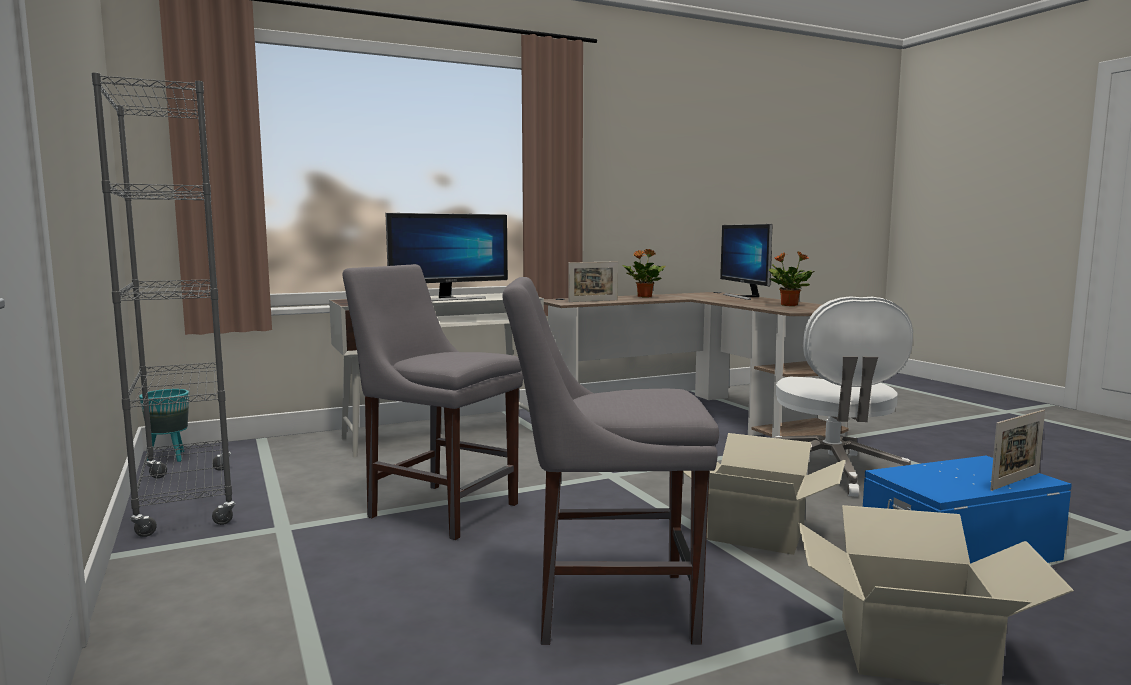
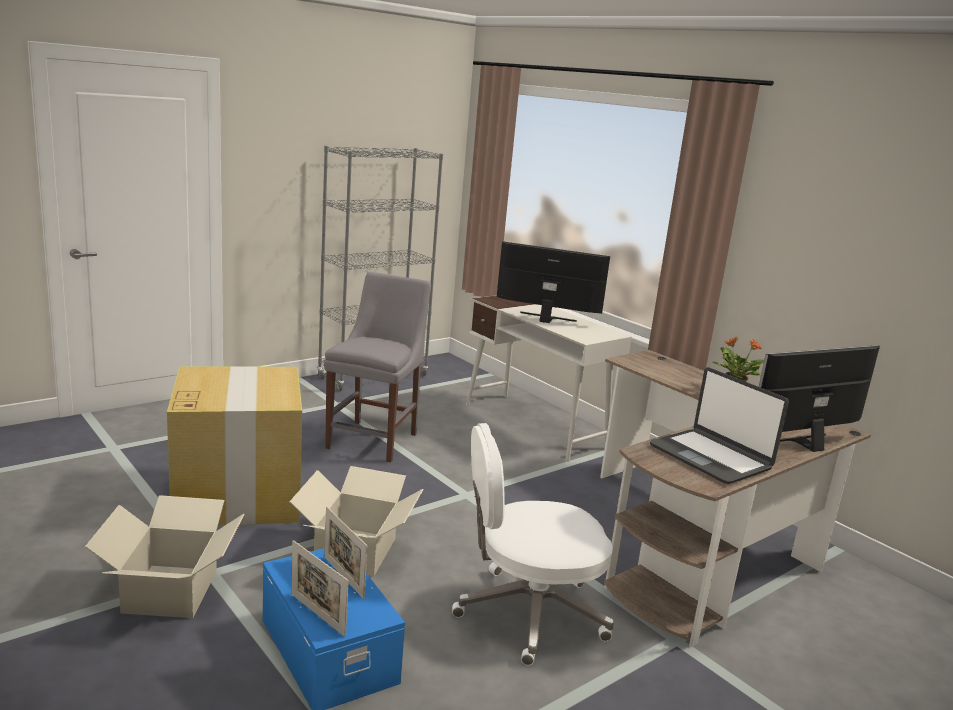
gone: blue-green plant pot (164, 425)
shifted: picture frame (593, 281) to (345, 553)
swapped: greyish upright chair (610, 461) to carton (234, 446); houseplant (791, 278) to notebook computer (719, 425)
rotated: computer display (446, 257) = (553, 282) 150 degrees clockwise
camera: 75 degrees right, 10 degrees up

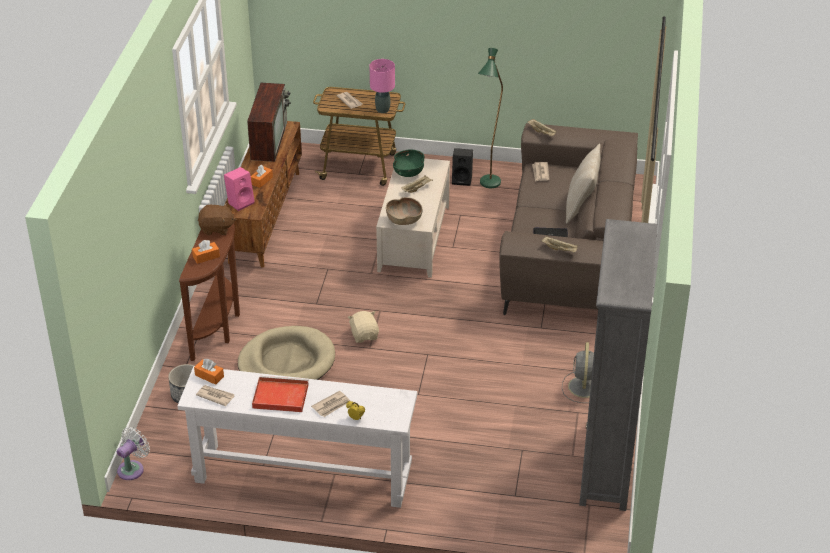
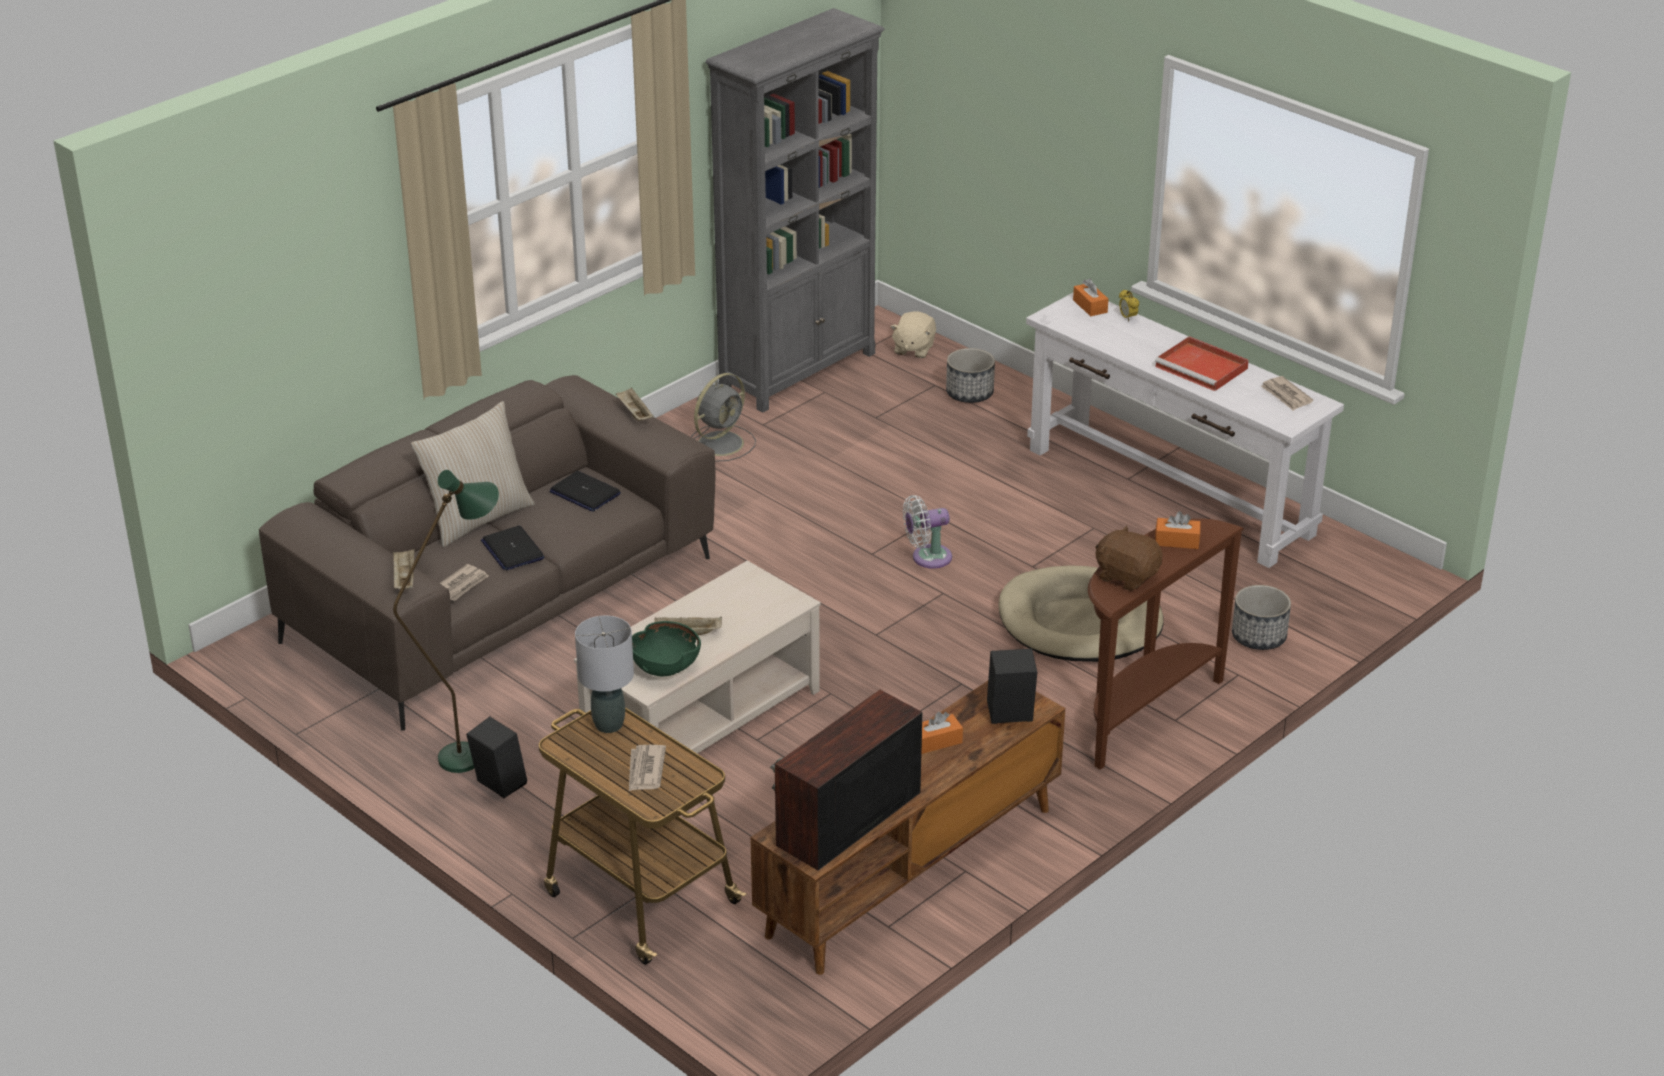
gone: printed paper (330, 404); brown-coloured serving bowl (404, 211)
new: notebook computer (513, 548); plant pot (970, 375)
shifted: whitish cooling fan (133, 453) to (927, 532); orangey box of tissues (209, 372) to (1090, 297); sand-coloured soft toy (363, 327) to (913, 335)
repainted: pink-coloured audio speaker (239, 189) to black audio speaker (1012, 686); pink-coloured table lamp (382, 86) to greyish table lamp (604, 674)
camera: 145 degrees left, 5 degrees down

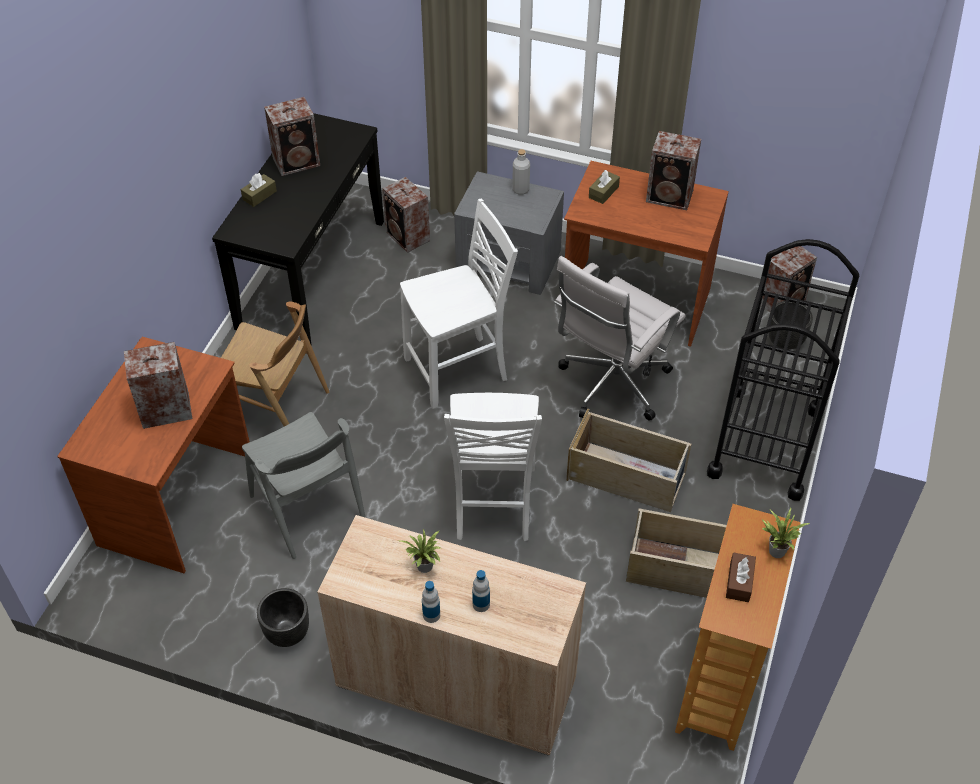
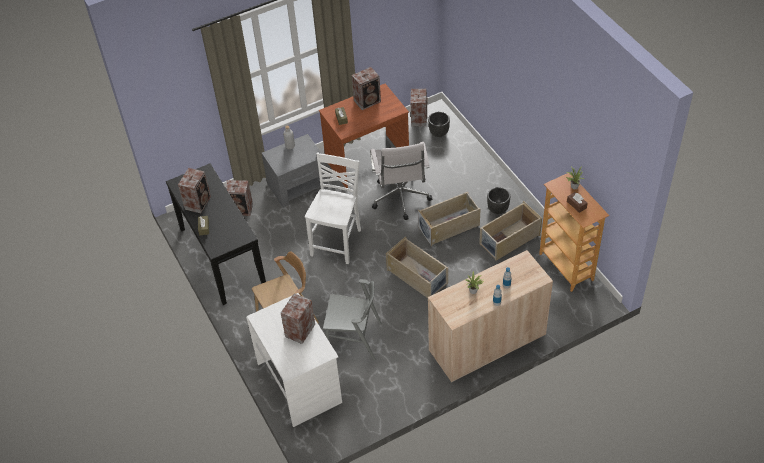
gone: black trolley (783, 370)
shifted: black plant pot (283, 617) to (498, 200)
swapped: whitish upright chair (493, 466) to sand-coloured storage container (417, 267)
repainted: brown-coloured desk table (153, 455) to whitish desk table (294, 360)
camera: 45 degrees left, 0 degrees up

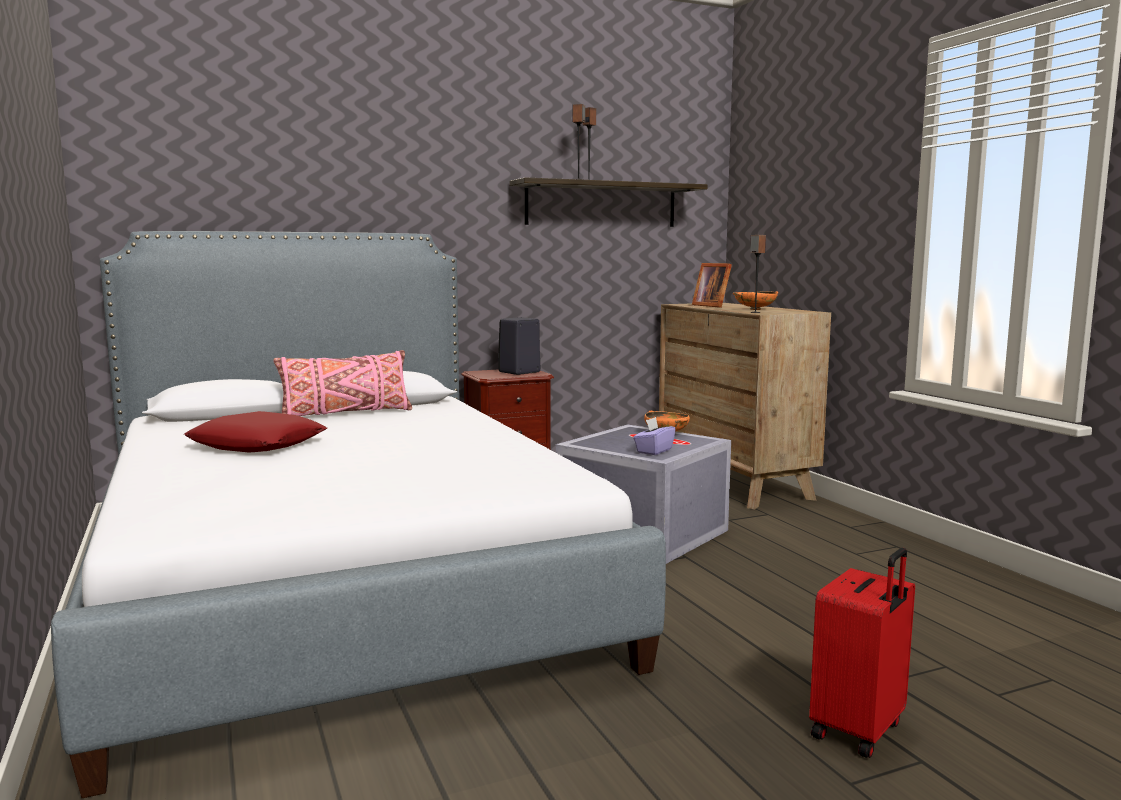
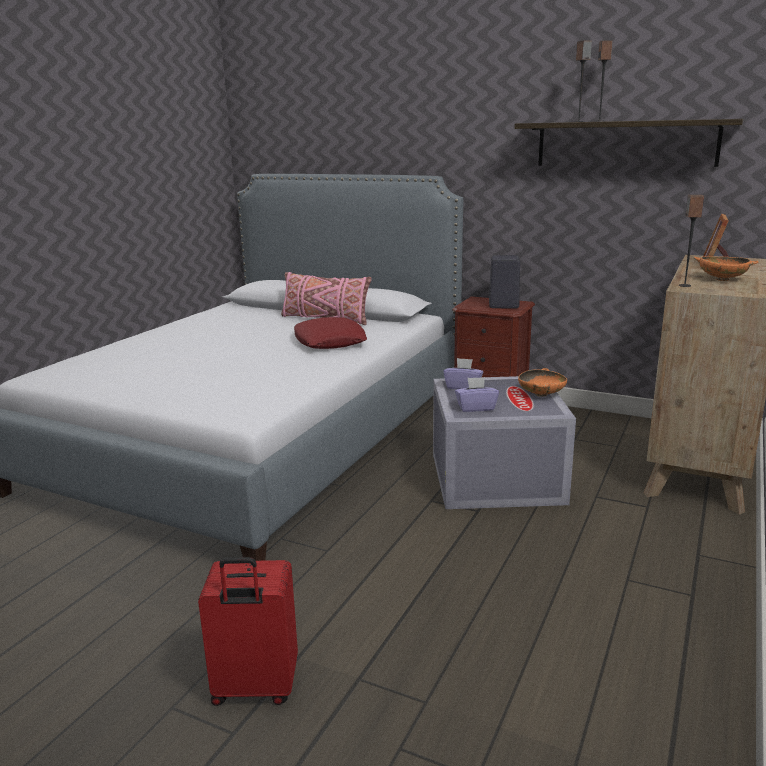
new: purplish box of tissues (463, 373)
shifted: red-coloured throw pillow (255, 432) to (330, 333)
camera: 50 degrees right, 10 degrees up

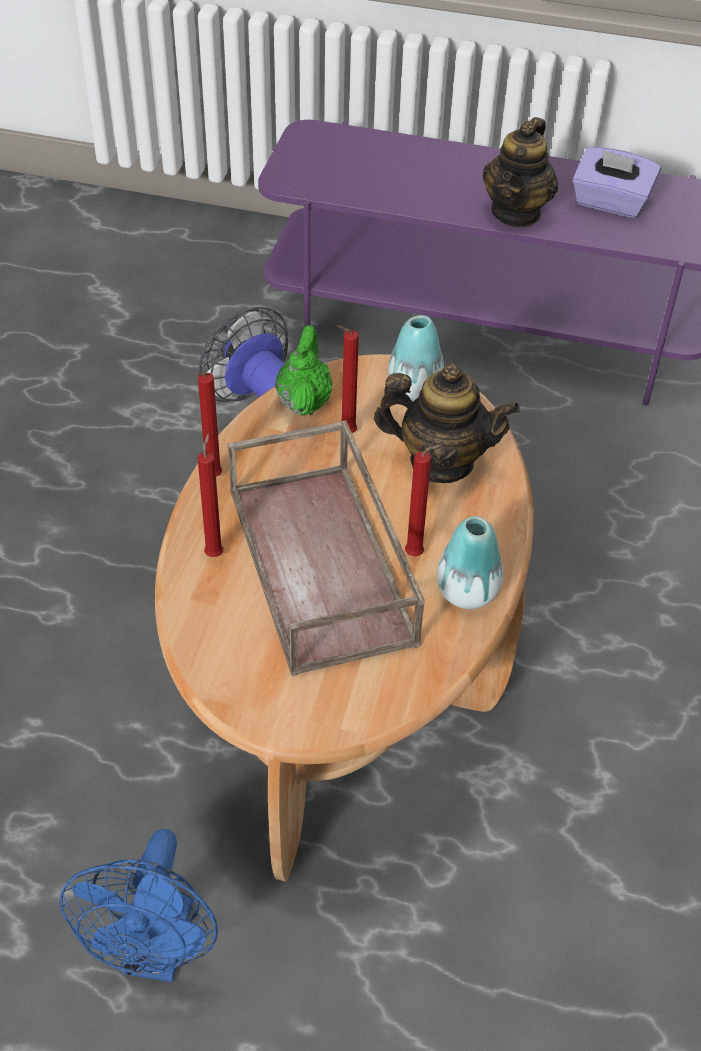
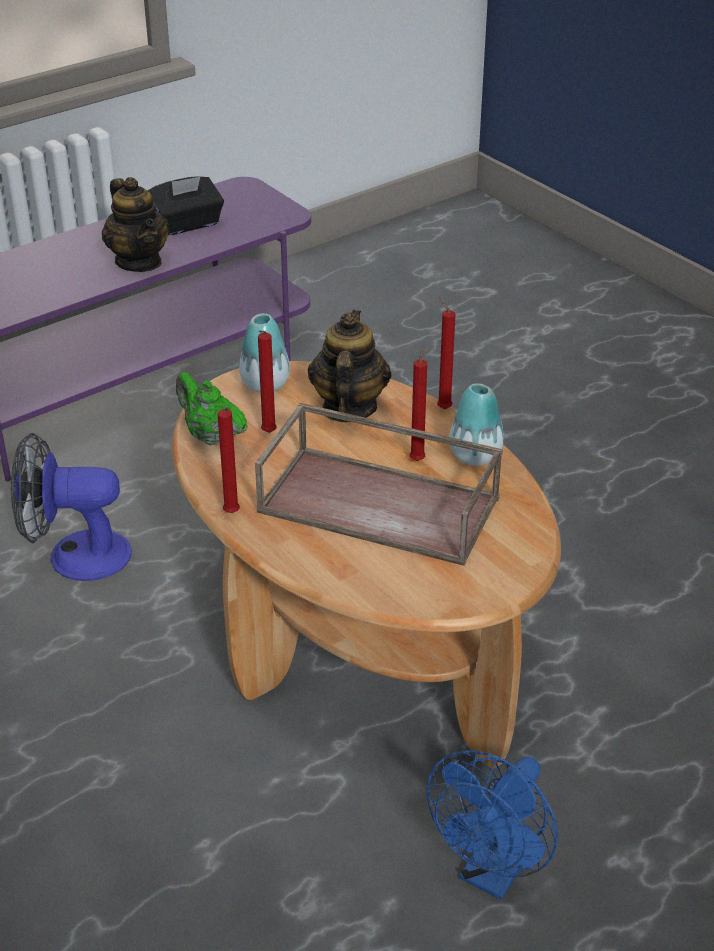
shifted: red-coloured wax candle (210, 495) to (446, 353)
repainted: purplish box of tissues (617, 182) to black box of tissues (185, 205)
rotated: bluish cooling fan (139, 905) = (492, 825) 75 degrees clockwise; pot for tea (447, 423) = (349, 366) 45 degrees counterclockwise
camera: 50 degrees left, 10 degrees down

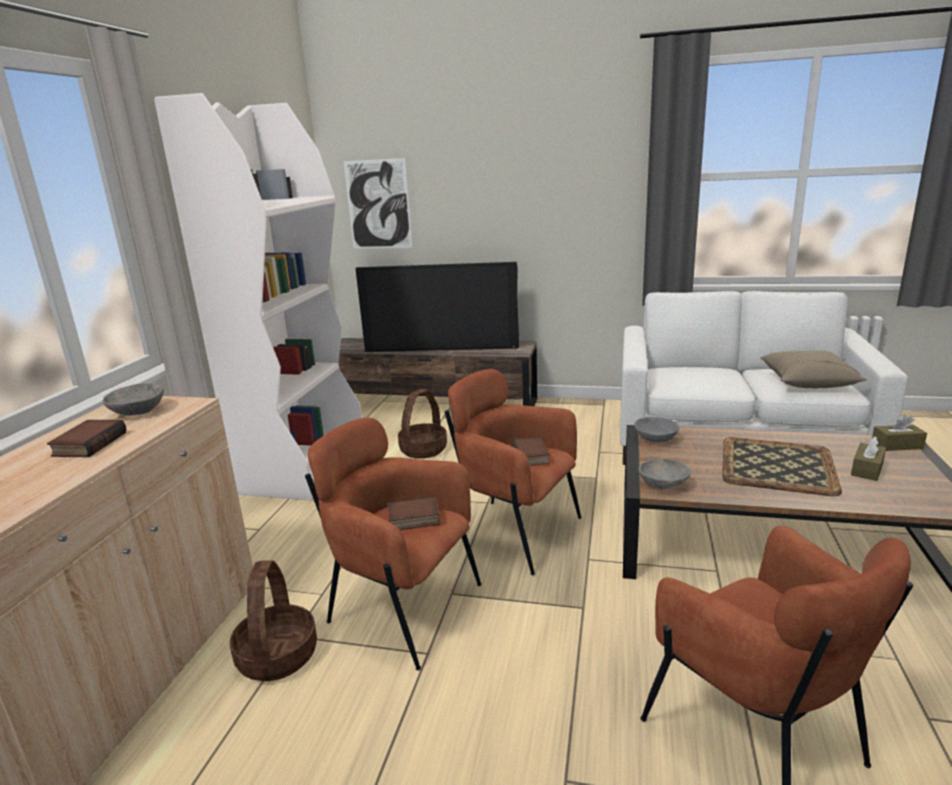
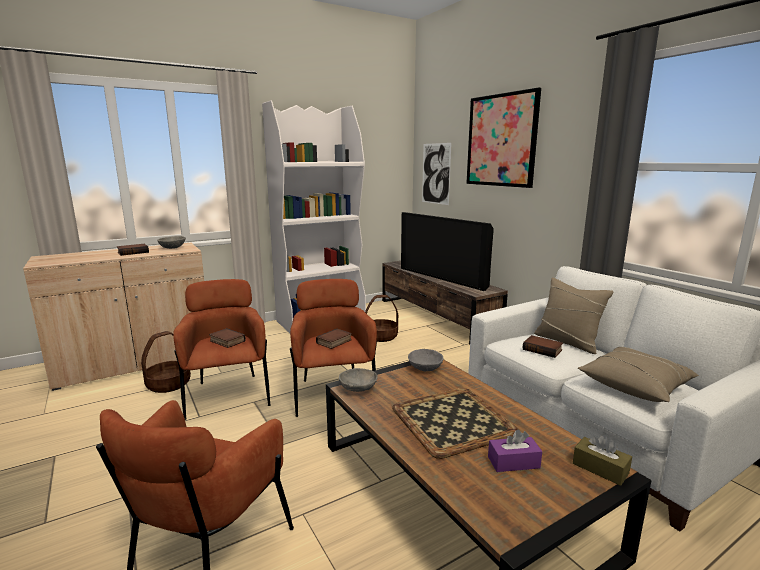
new: picture (503, 138); volume (543, 346); sand-coloured throw pillow (574, 316)
repainted: brown-coloured box of tissues (868, 459) to purplish box of tissues (515, 451)
camera: 45 degrees right, 5 degrees down

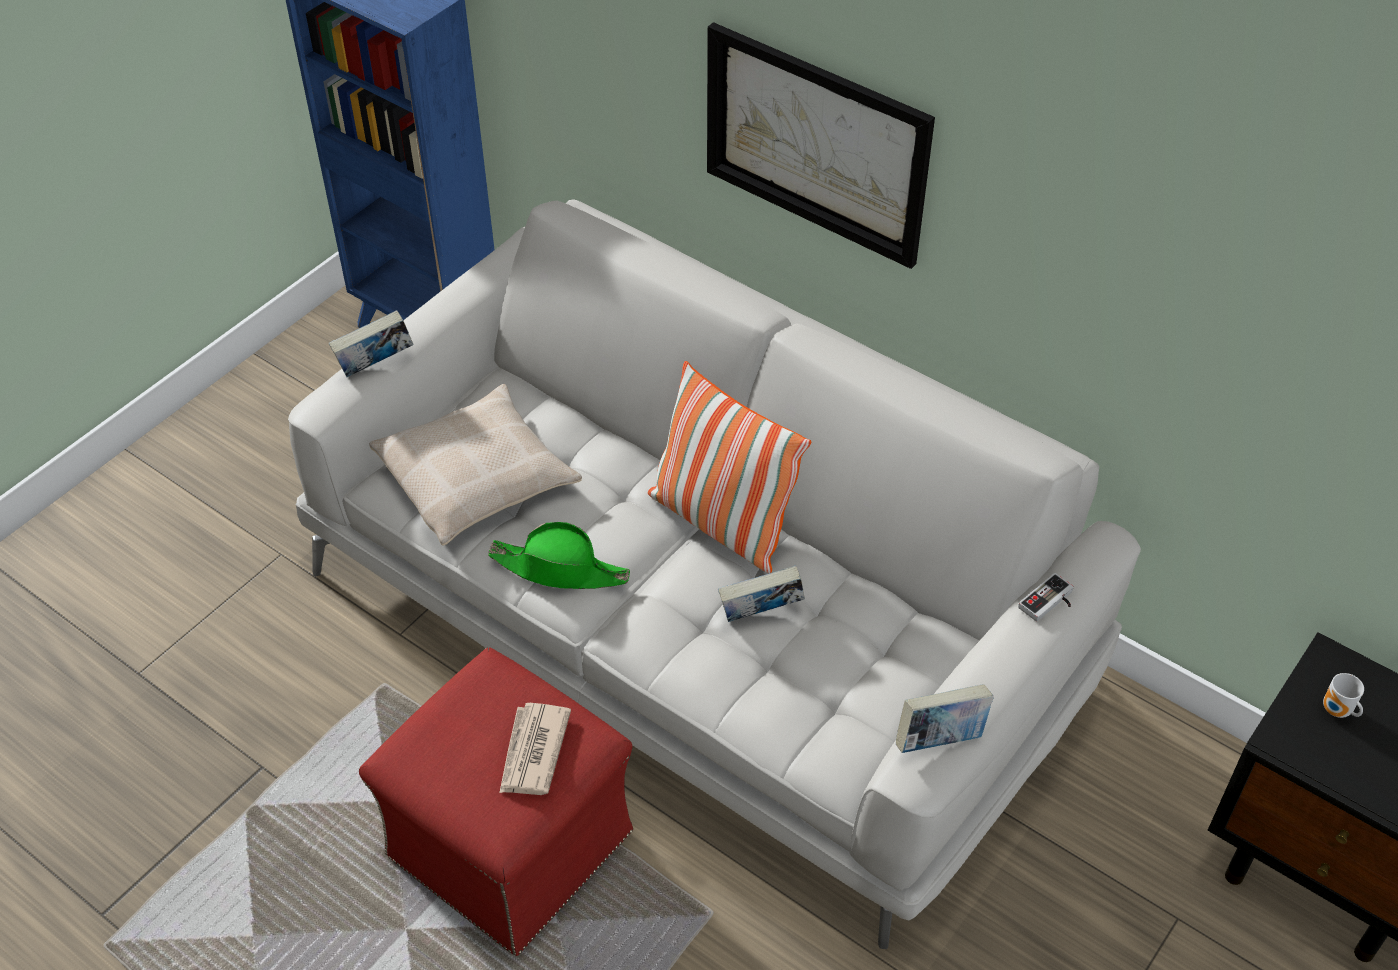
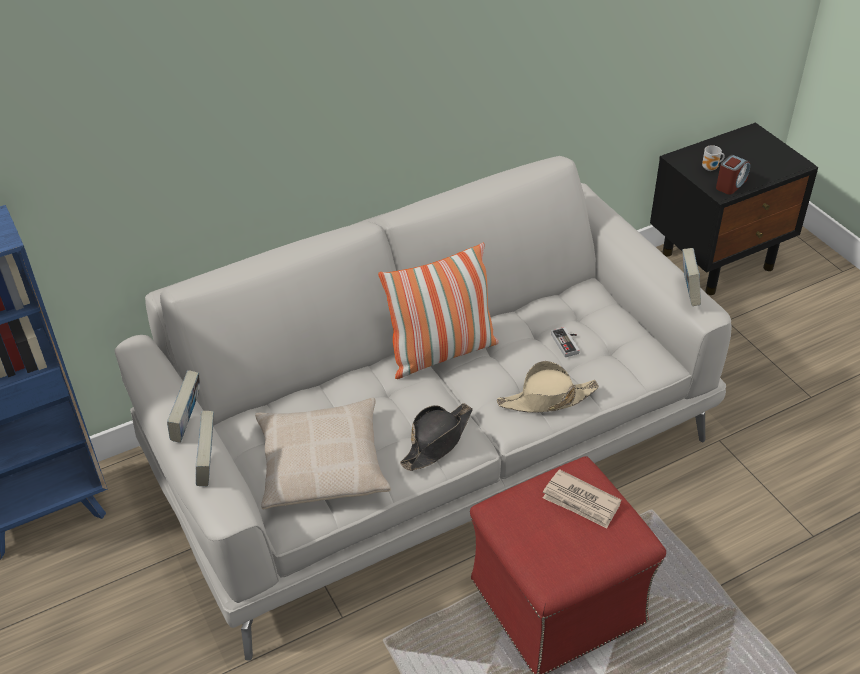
gone: picture (821, 145)
new: sand-coloured clothing hat (548, 387); table clock (733, 175)
shifted: volume (761, 593) to (183, 406); joypad (1046, 597) to (565, 342)
repainted: greenish clothing hat (559, 555) to black clothing hat (436, 437)
camera: 65 degrees left, 5 degrees down

